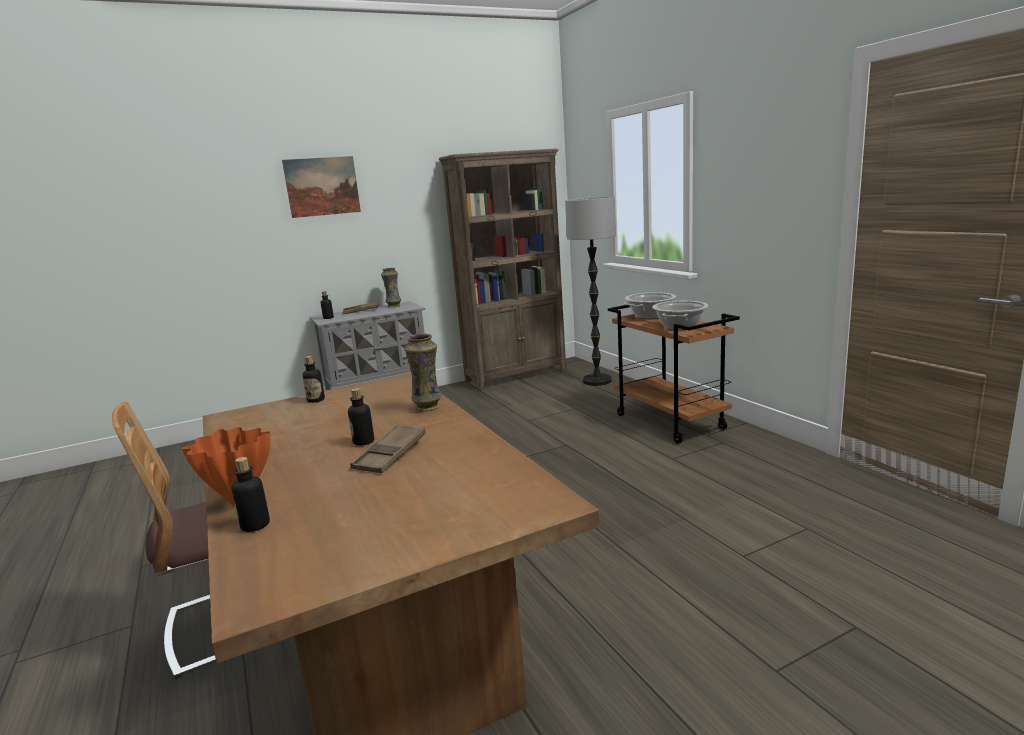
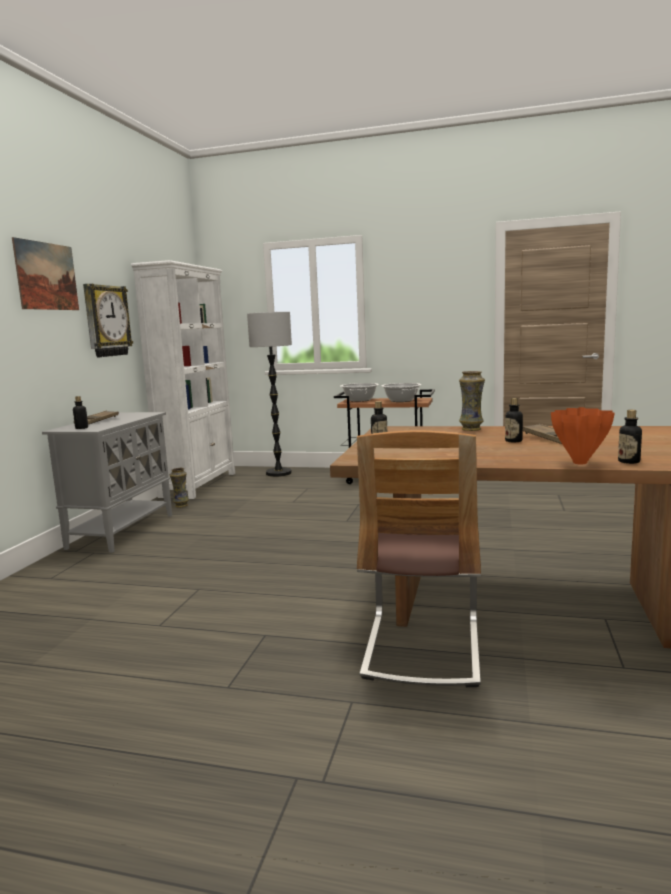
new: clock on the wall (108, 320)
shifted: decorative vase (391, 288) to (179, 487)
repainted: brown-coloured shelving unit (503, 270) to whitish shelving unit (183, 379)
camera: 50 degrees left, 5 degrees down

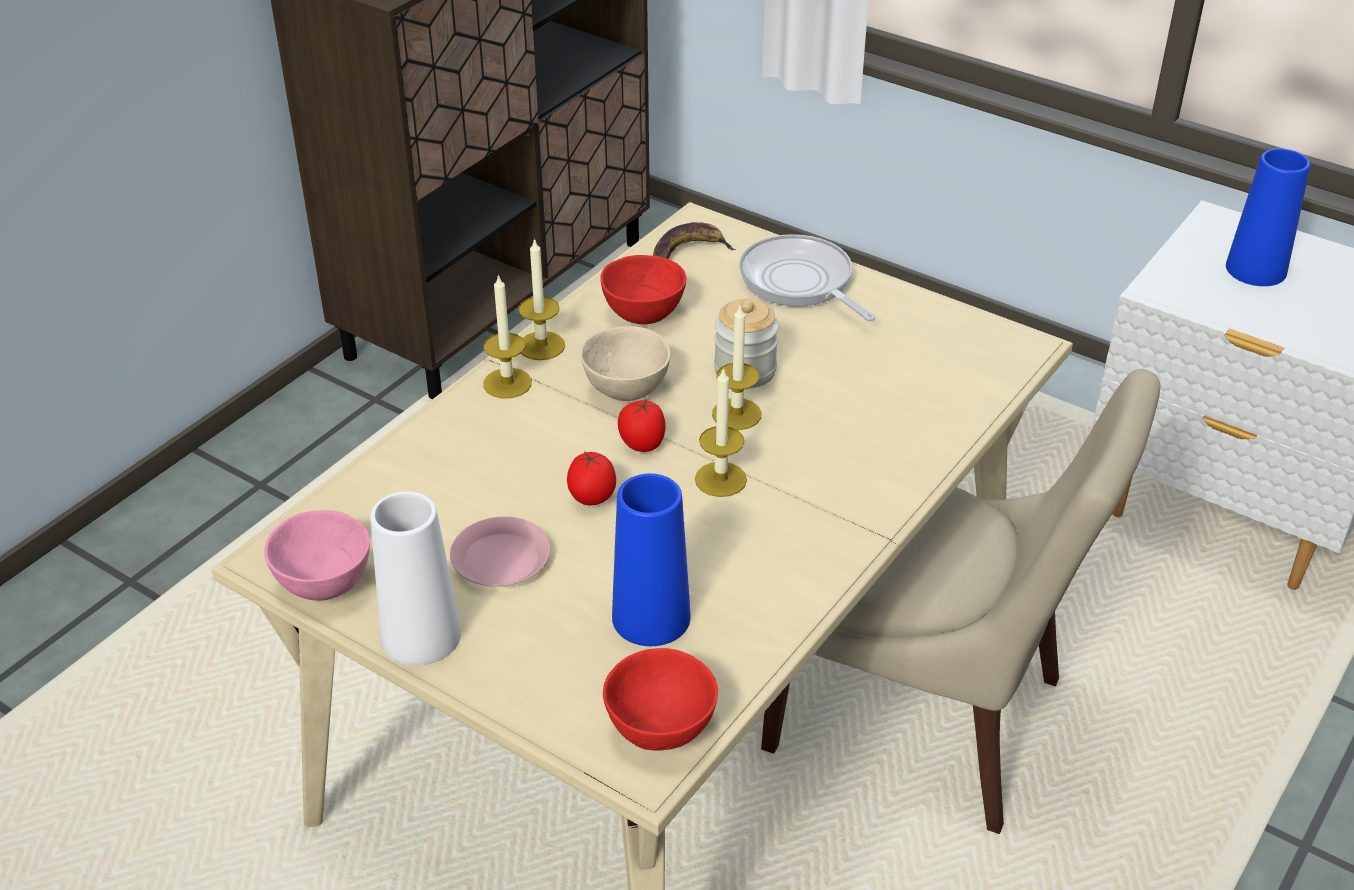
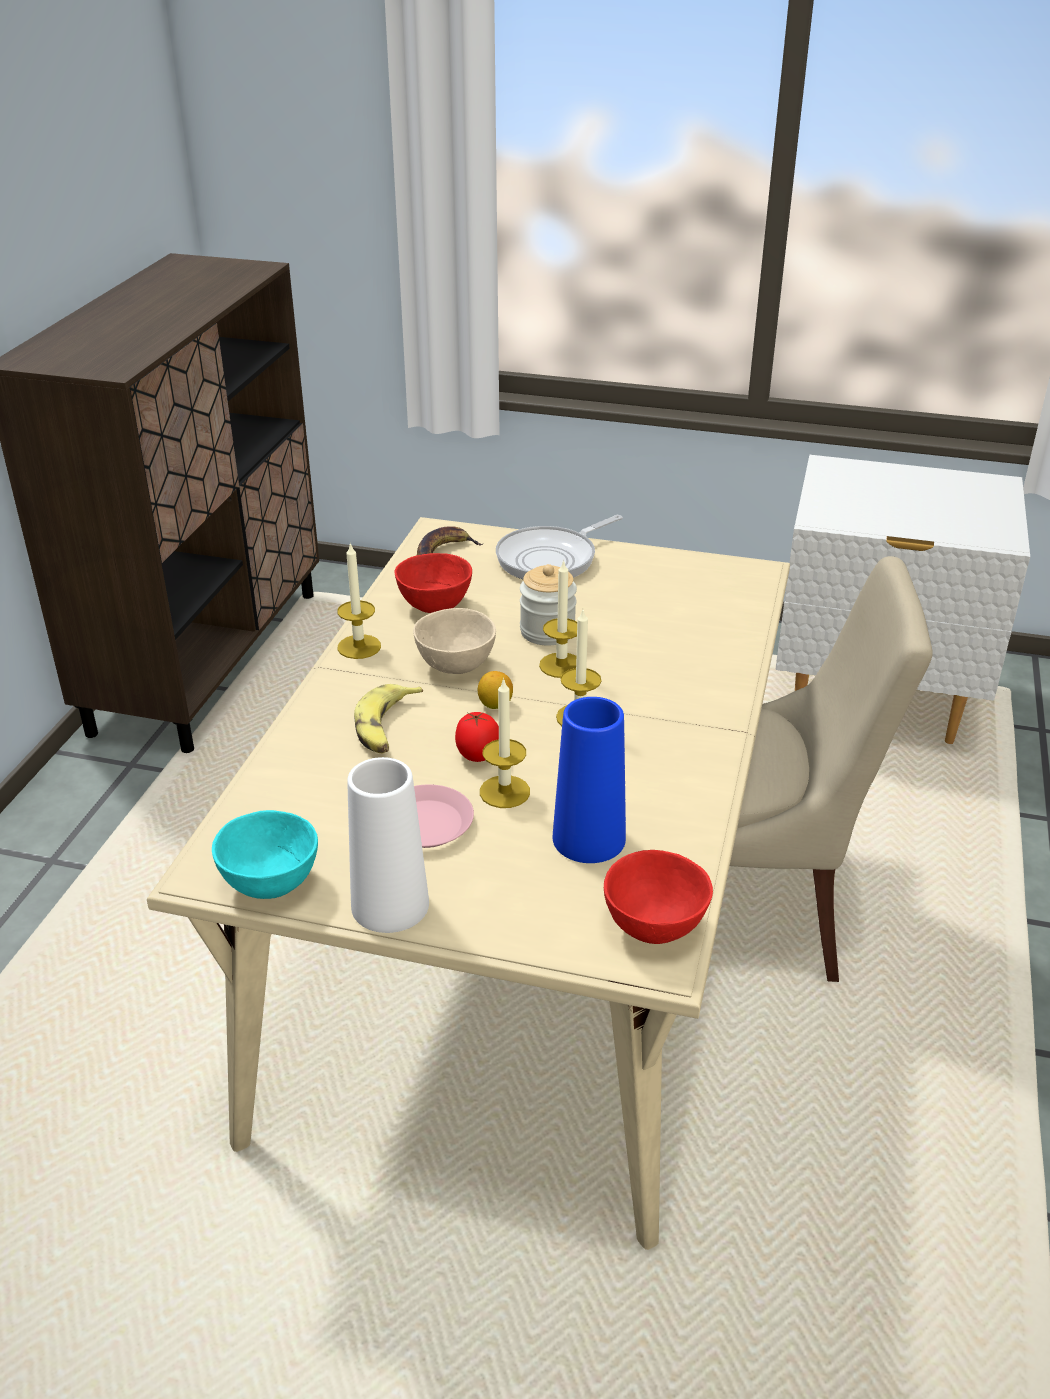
gone: bluish decorative vase (1268, 217)
new: banana (388, 718)
shifted: wax candle (507, 336) to (505, 743)
swapped: whole tomato (641, 426) to whole lemon (495, 690)
repainted: pink-coloured serving bowl (317, 555) to blue-green serving bowl (265, 854)
rotated: frying pan (807, 277) = (559, 547) 75 degrees counterclockwise
camera: 20 degrees left, 5 degrees down

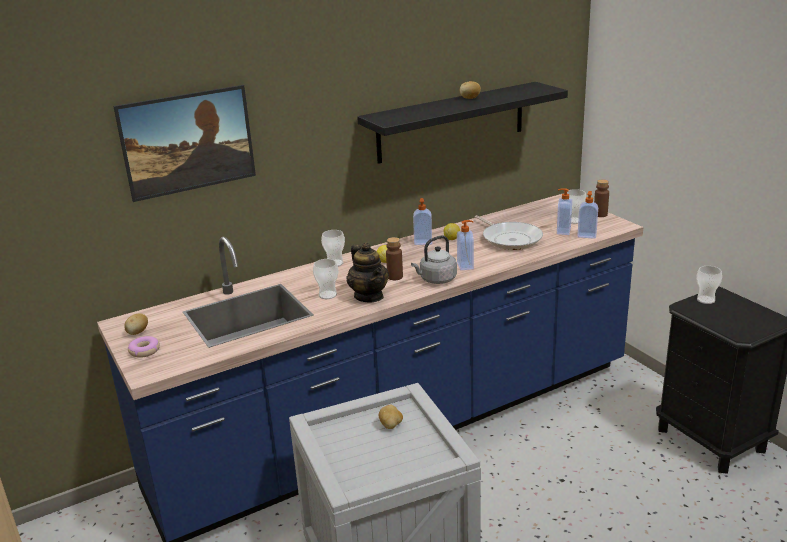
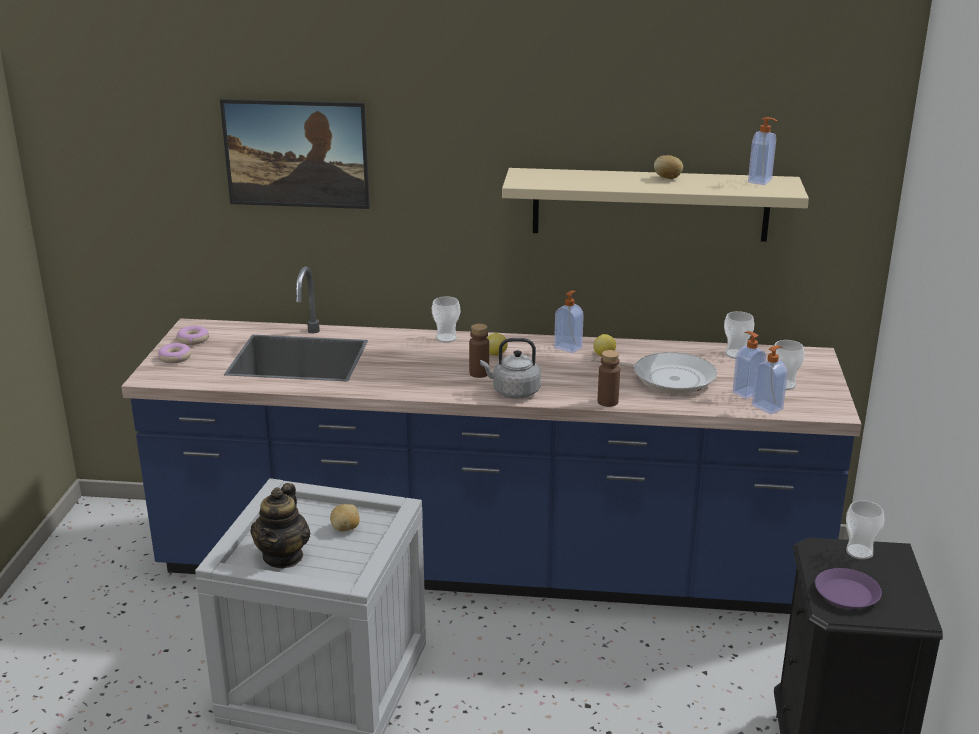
new: purplish flat dish (848, 588)
shifted: drinking cup (325, 279) to (739, 335); pot for tea (367, 272) to (280, 525); soap dispenser (465, 245) to (762, 151); brown-coloured bottle (601, 198) to (609, 378)
swapped: spud (136, 324) to donut (192, 335)
repainted: black wall shelf (462, 123) to sand-coloured wall shelf (655, 205)
rotated: frying pan (509, 232) = (654, 373) 75 degrees counterclockwise
camera: 35 degrees right, 0 degrees up

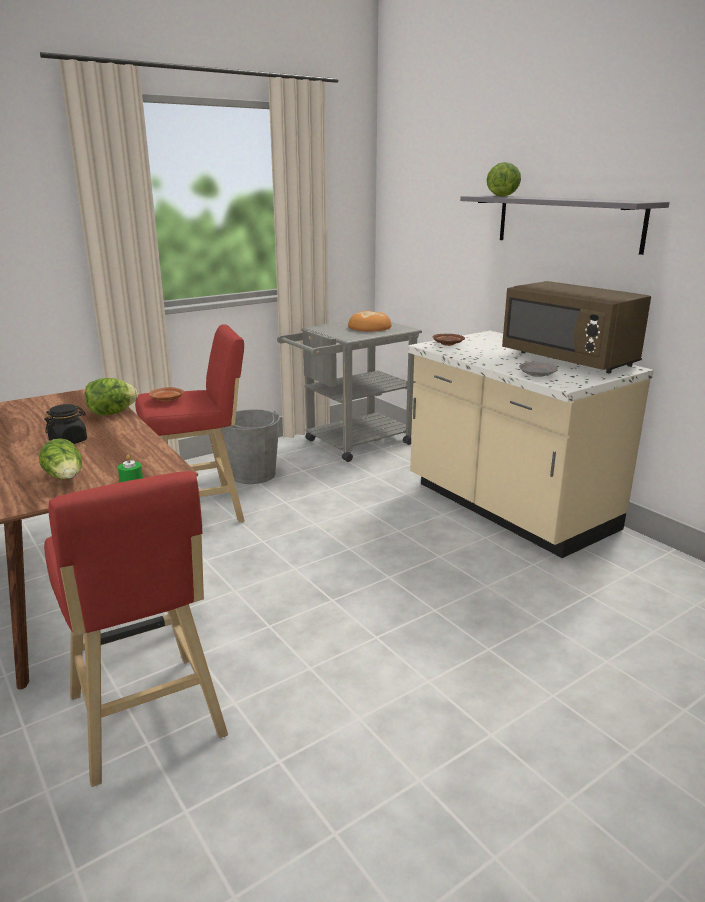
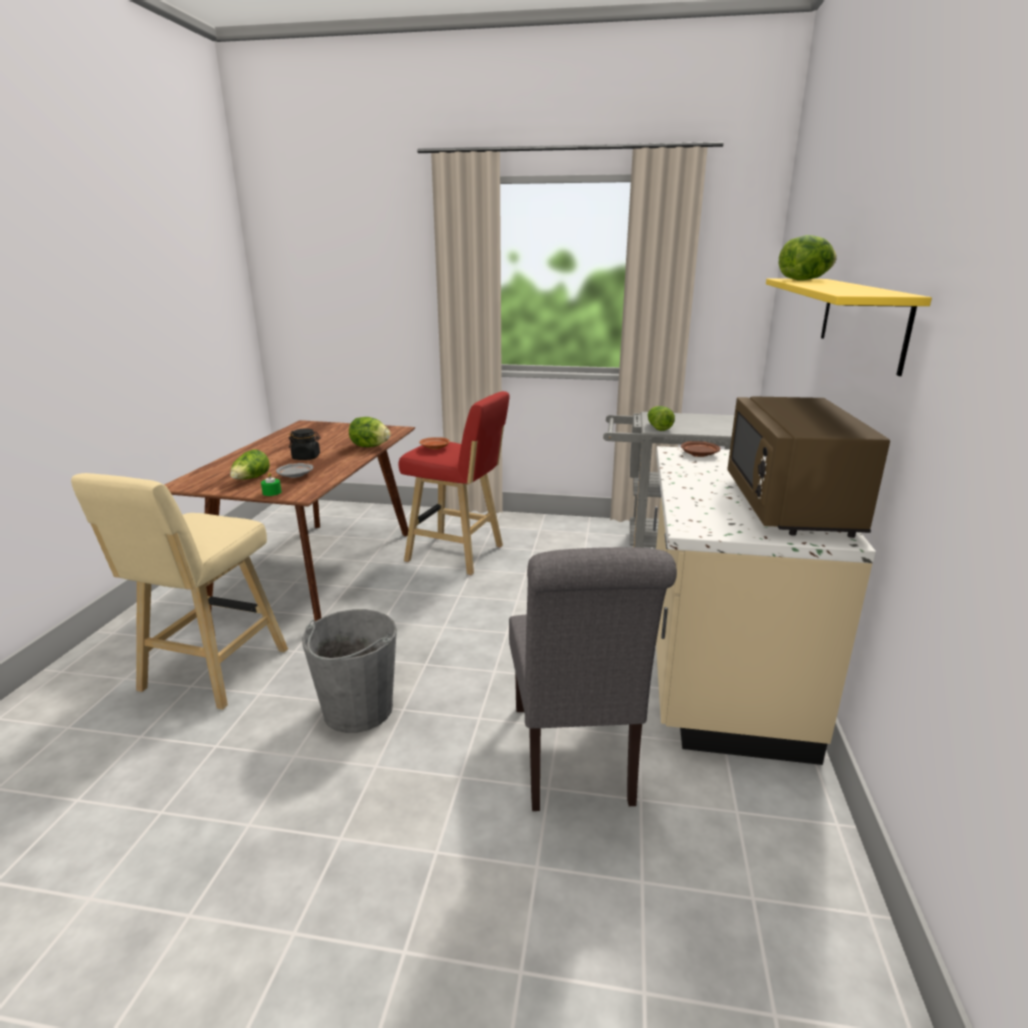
gone: baked bread (369, 321)
new: greyish upright chair (593, 679); lettuce head (661, 418)
shifted: greyish bucket (250, 446) to (349, 671); greyish flat dish (538, 369) to (294, 470)
repainted: red-coloured stool (136, 629) to sand-coloured stool (179, 591); greyish wall shelf (565, 225) to yellow-coloured wall shelf (849, 327)
camera: 45 degrees right, 0 degrees up

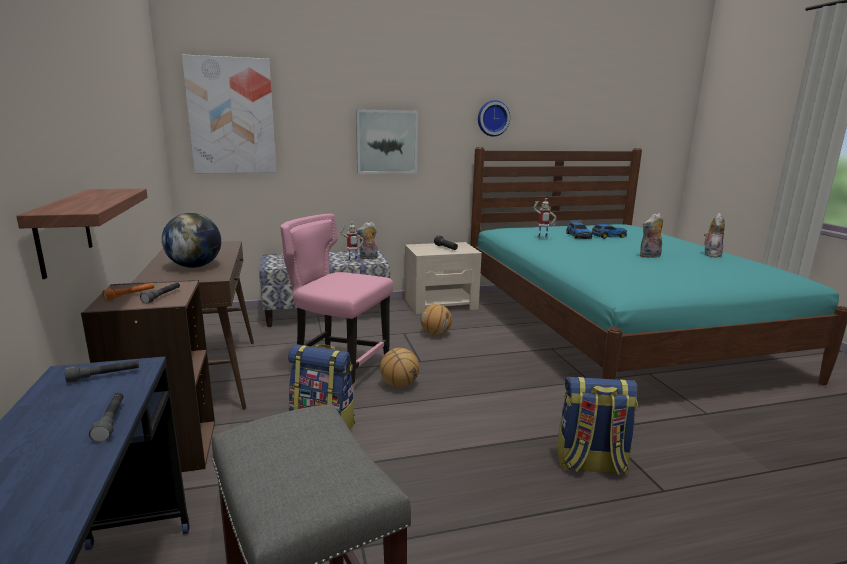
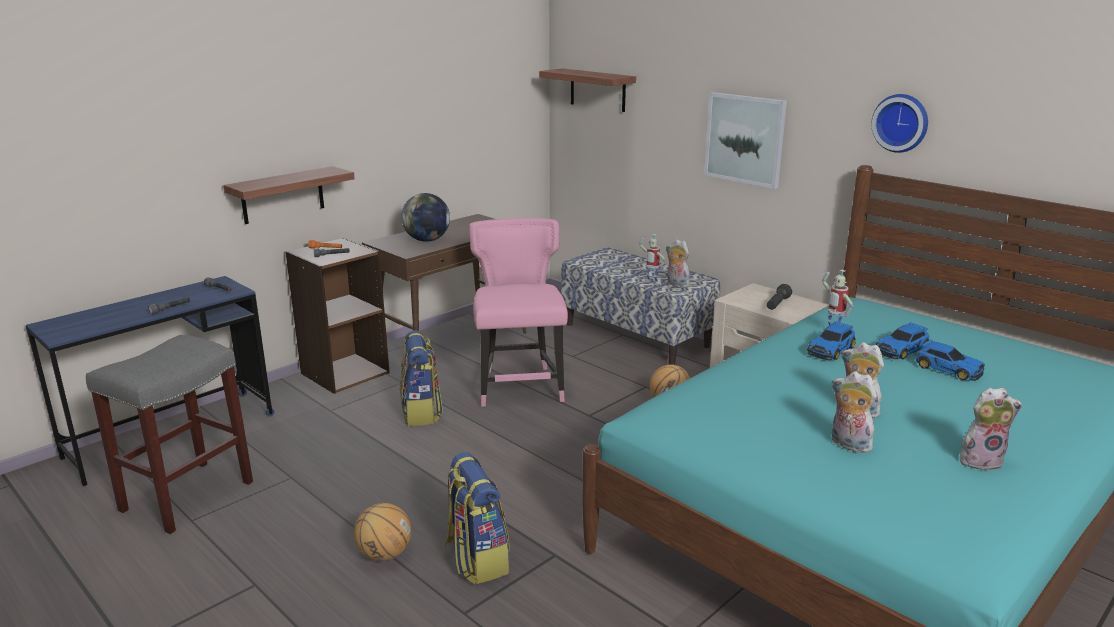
new: model car (831, 341); soft toy (854, 412)
shifted: basketball (399, 368) to (382, 532)
swapped: picture (229, 114) to wall shelf (587, 90)
camera: 60 degrees right, 5 degrees up

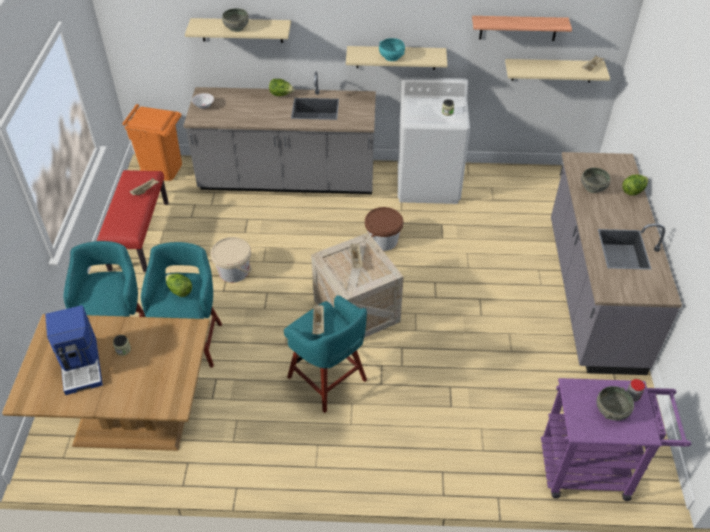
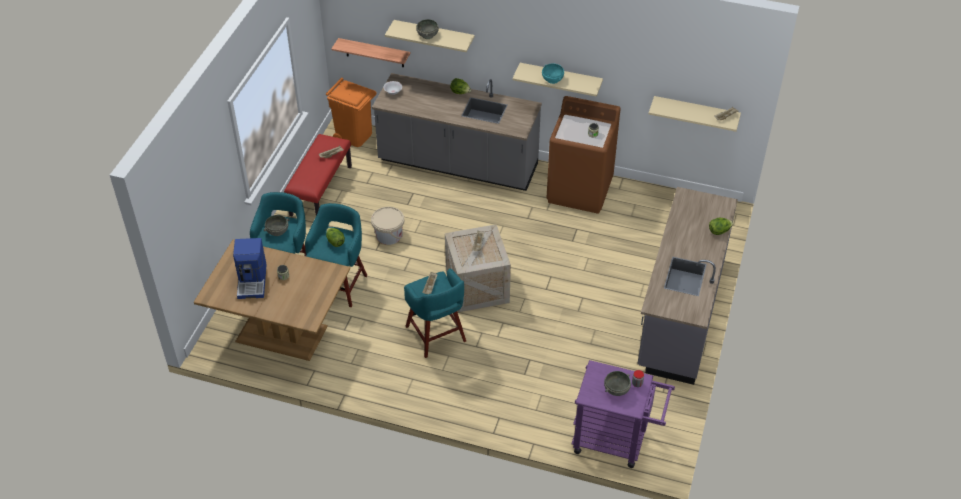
gone: brown-coloured bucket (384, 229)
shifted: wall shelf (522, 28) to (370, 52); greyish serving bowl (596, 180) to (276, 225)
repainted: whitish laundry machine (434, 140) to brown-coloured laundry machine (584, 155)
camera: 15 degrees right, 0 degrees up

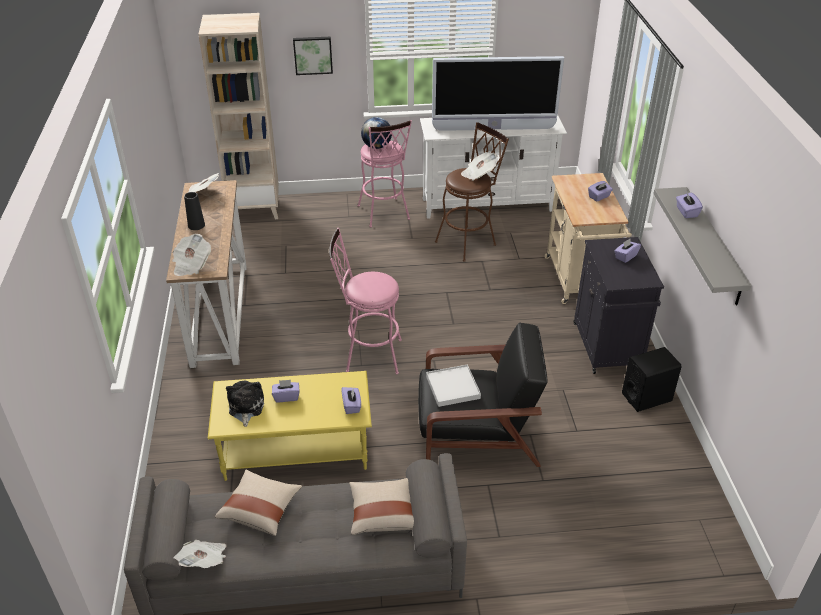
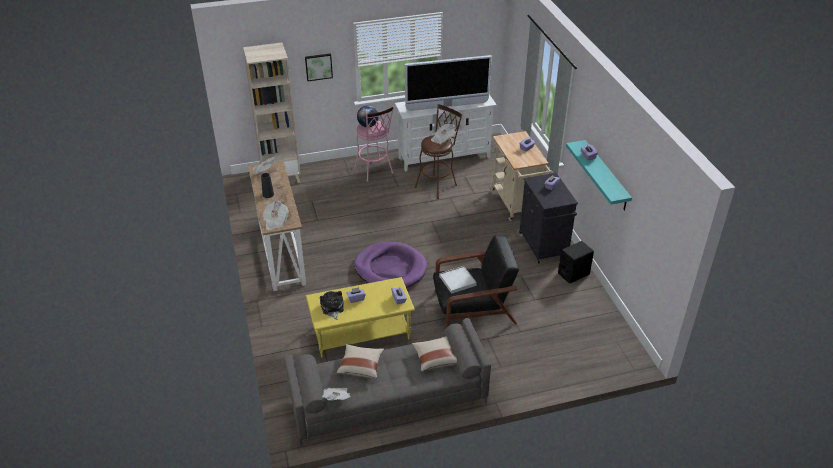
swapped: pink-coloured stool (365, 301) to purplish dog cushion (390, 264)
repainted: greyish wall shelf (702, 246) to blue-green wall shelf (599, 175)
camera: 10 degrees left, 0 degrees up

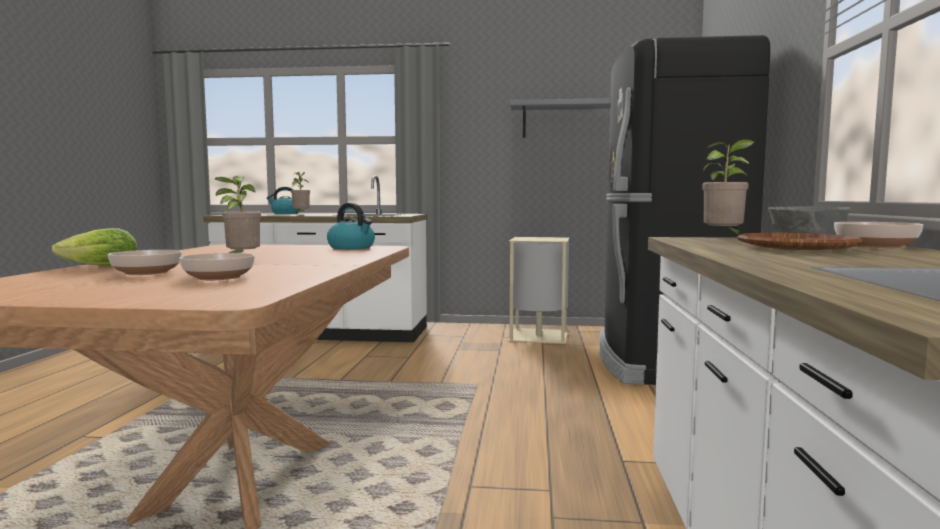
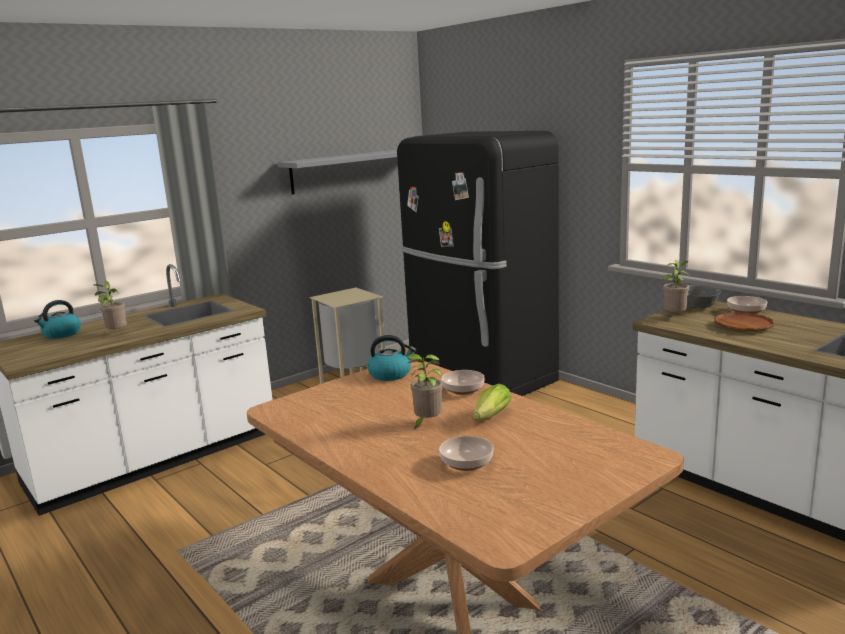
shifted: lettuce head (95, 247) to (492, 402); serving bowl (217, 266) to (463, 382)
camera: 45 degrees left, 10 degrees up

